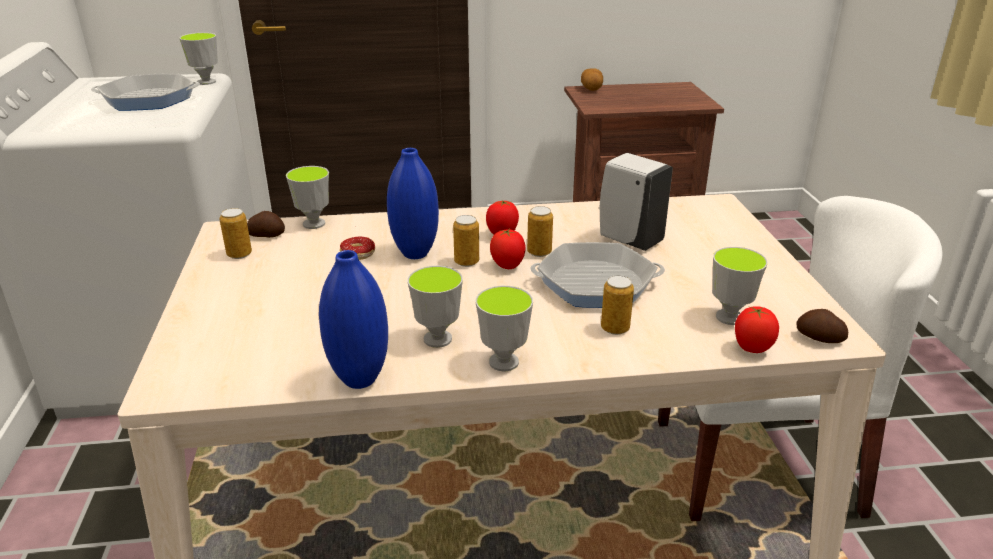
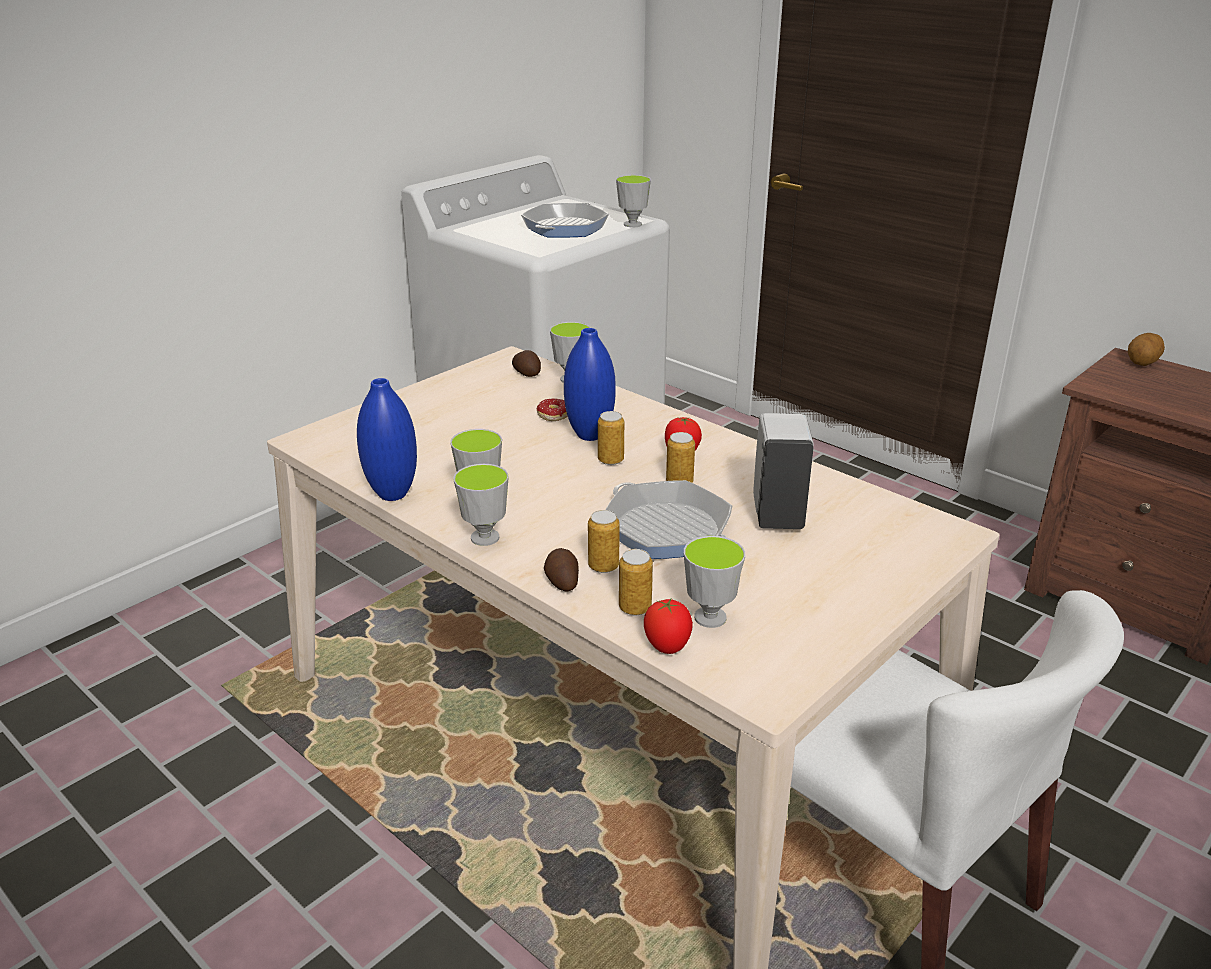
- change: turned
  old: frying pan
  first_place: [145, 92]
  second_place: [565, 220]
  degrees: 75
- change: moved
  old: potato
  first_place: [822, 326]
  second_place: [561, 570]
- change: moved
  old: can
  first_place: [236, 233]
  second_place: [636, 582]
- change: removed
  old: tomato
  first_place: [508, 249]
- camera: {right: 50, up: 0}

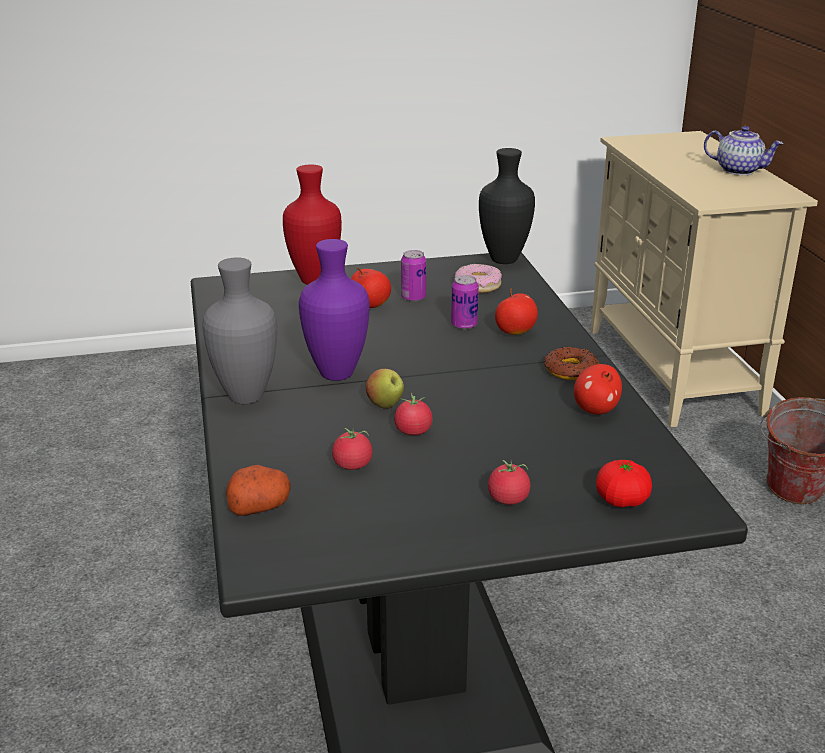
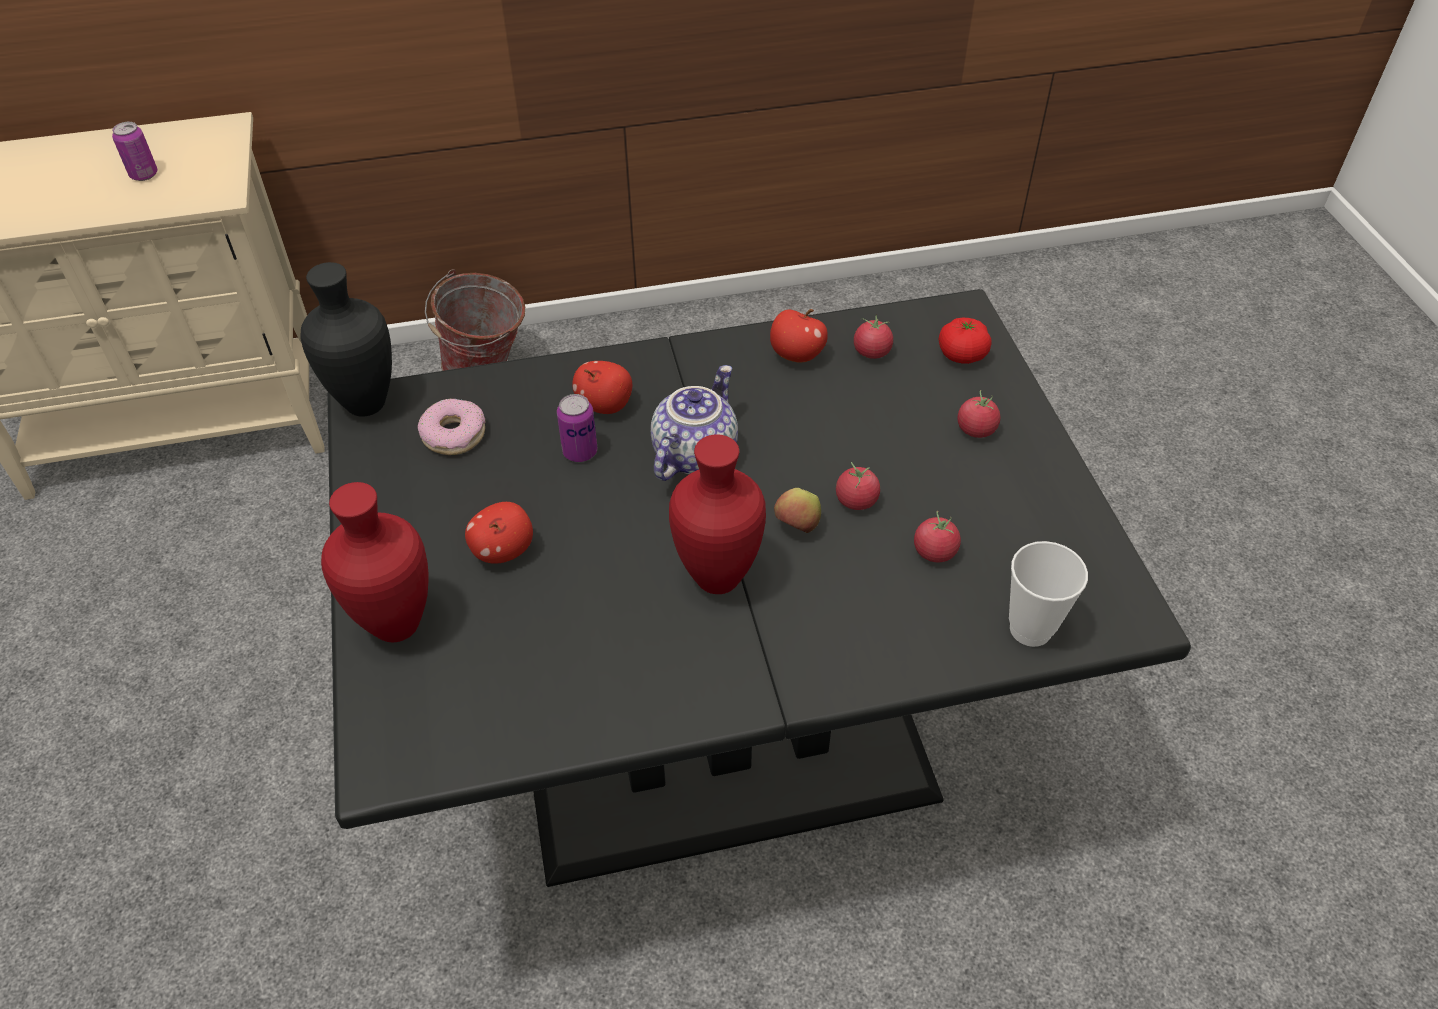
- change: moved
  old: can
  first_place: [413, 276]
  second_place: [135, 151]
- change: moved
  old: teapot
  first_place: [744, 150]
  second_place: [694, 423]
- change: recoloured
  old: vase/purple
  new: vase/red
  first_place: [334, 310]
  second_place: [717, 514]
- change: added
  new: tomato
  second_place: [873, 336]
- change: replaced
  old: potato
  new: cup
  first_place: [258, 490]
  second_place: [1048, 594]
- change: removed
  old: vase/grey
  first_place: [239, 330]
- change: removed
  old: donut
  first_place: [571, 363]
- camera: {right: -90, up: 20}

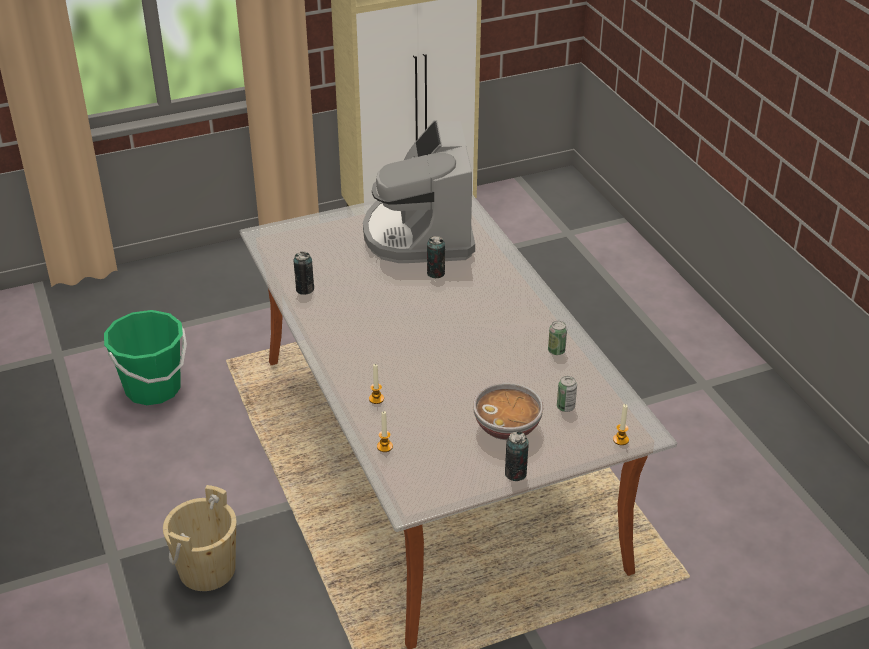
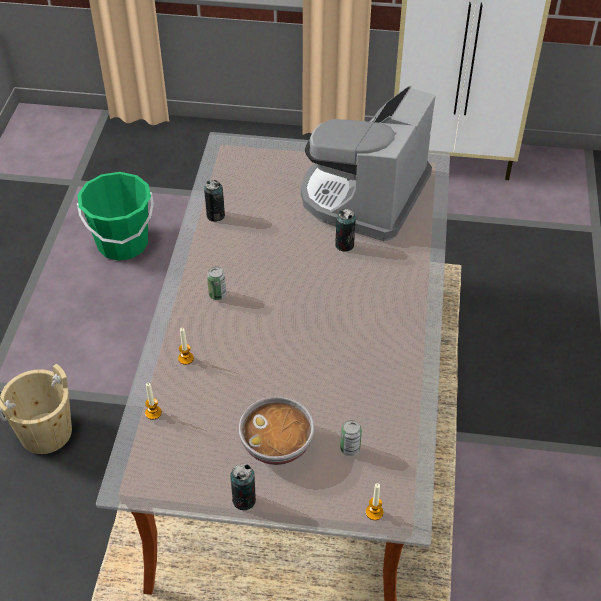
- change: moved
  old: can
  first_place: [557, 338]
  second_place: [217, 283]
- camera: {right: 30, up: 10}

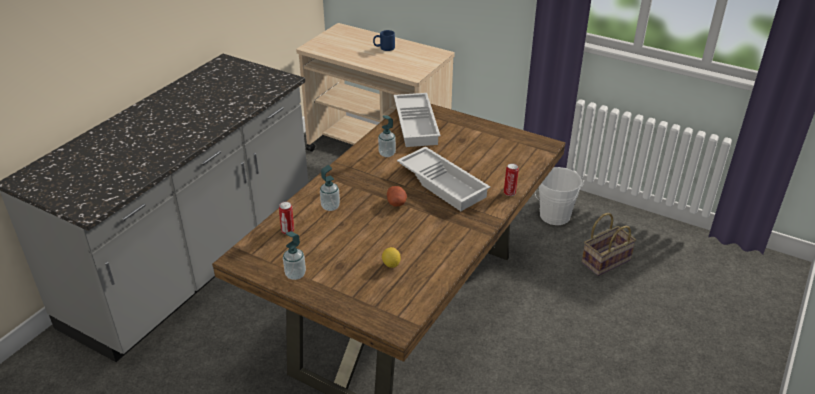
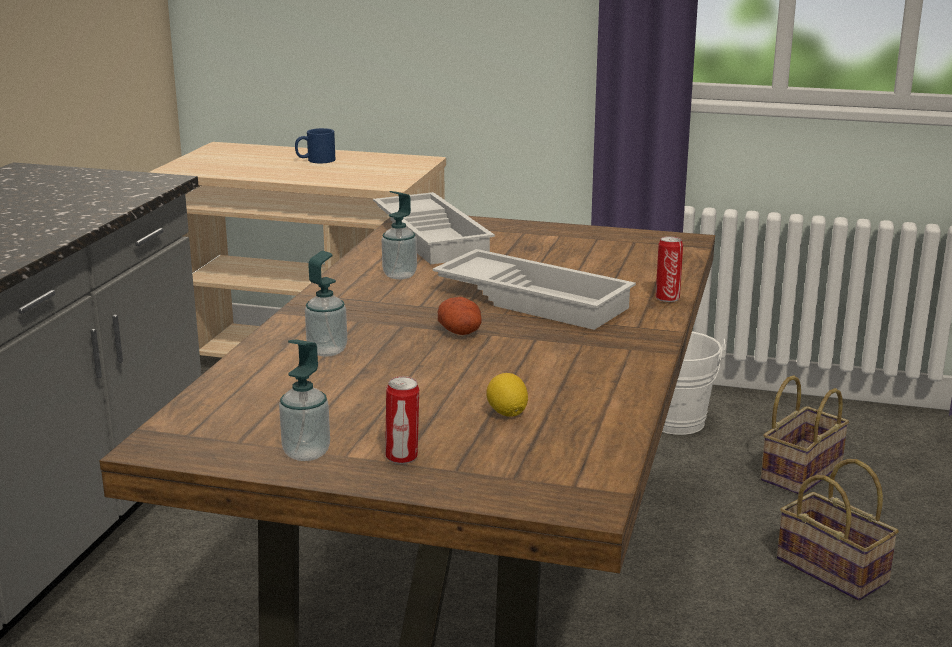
- change: moved
  old: can
  first_place: [286, 218]
  second_place: [402, 420]
- change: added
  new: basket
  second_place: [838, 530]
- camera: {right: -15, up: -15}

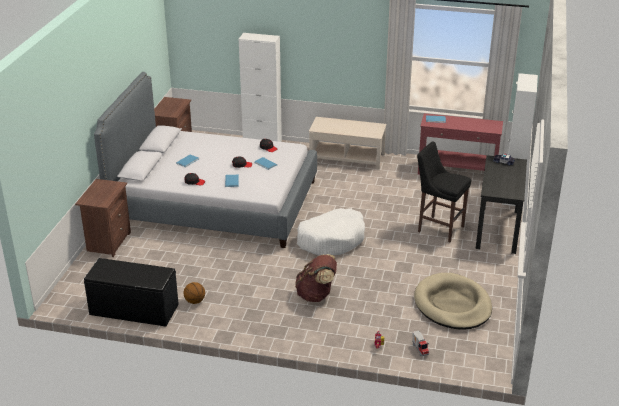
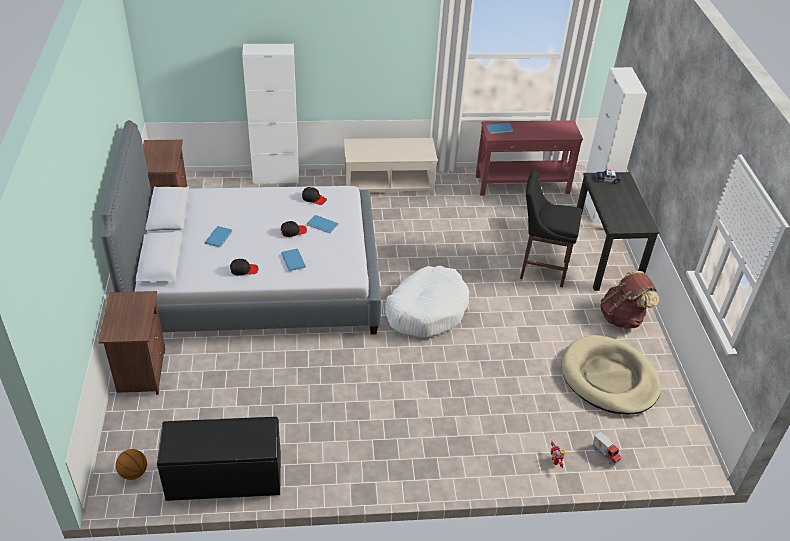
- change: moved
  old: basketball
  first_place: [194, 293]
  second_place: [131, 464]
- change: moved
  old: backpack/brown
  first_place: [316, 278]
  second_place: [629, 300]
- camera: {right: -20, up: 10}

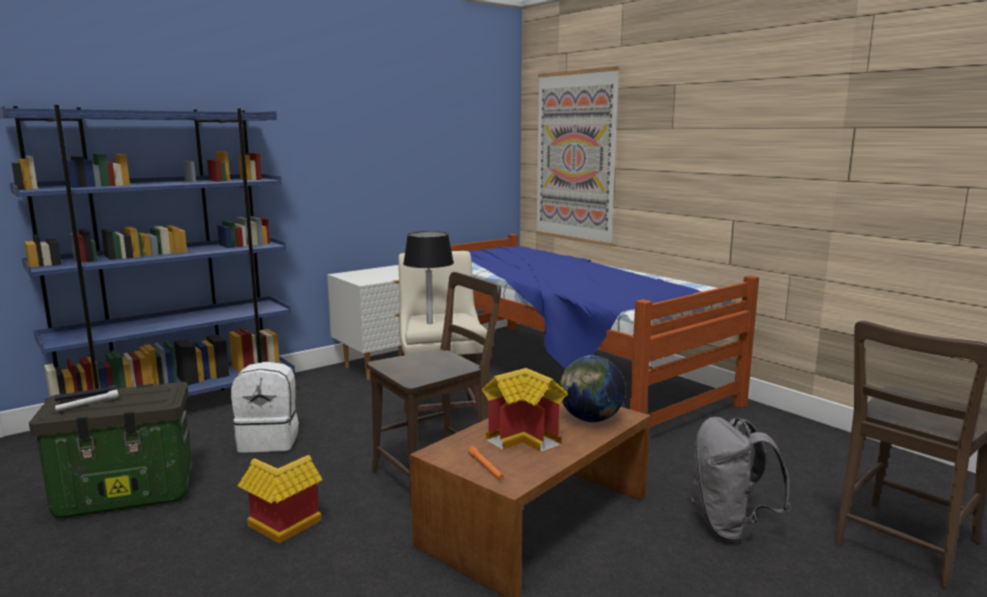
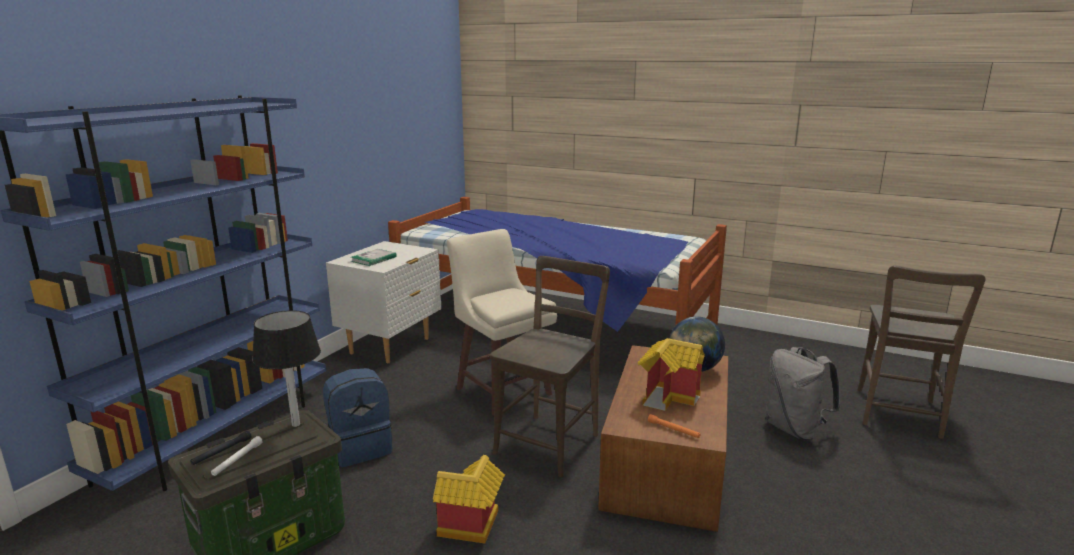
- change: moved
  old: table lamp/black
  first_place: [428, 277]
  second_place: [286, 368]
- change: recoloured
  old: backpack/white
  new: backpack/blue
  first_place: [265, 407]
  second_place: [357, 417]
- change: added
  new: book
  second_place: [374, 257]
- change: removed
  old: picture
  first_place: [578, 156]
- camera: {right: -25, up: 5}

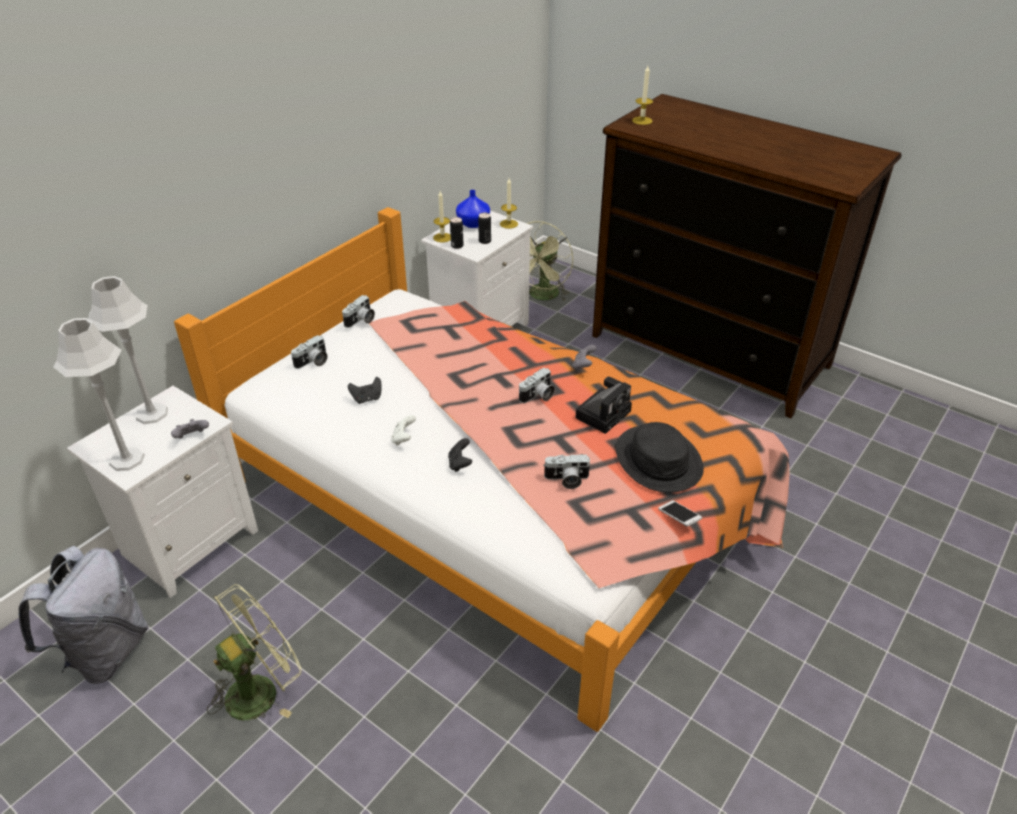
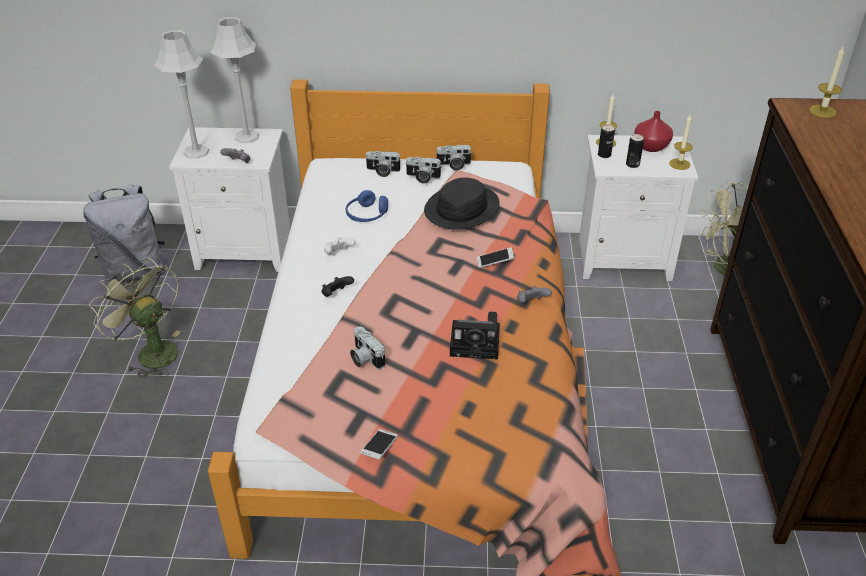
- change: turned
  old: fan/green
  first_place: [254, 652]
  second_place: [134, 317]
  degrees: -150
- change: replaced
  old: game controller/black
  new: headphones/blue
  first_place: [365, 390]
  second_place: [367, 206]
- change: moved
  old: photo camera
  first_place: [537, 385]
  second_place: [424, 170]
- change: moved
  old: hat/black
  first_place: [660, 457]
  second_place: [462, 204]
- change: added
  new: phone
  second_place: [495, 257]
- change: recoloured
  old: vase/blue
  new: vase/red
  first_place: [473, 209]
  second_place: [653, 131]
- camera: {right: 55, up: 0}

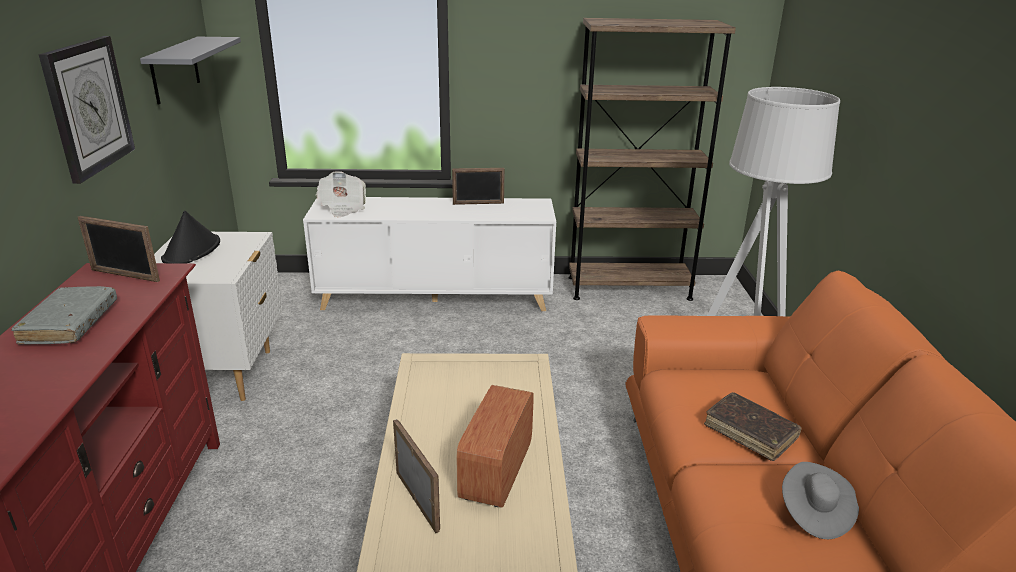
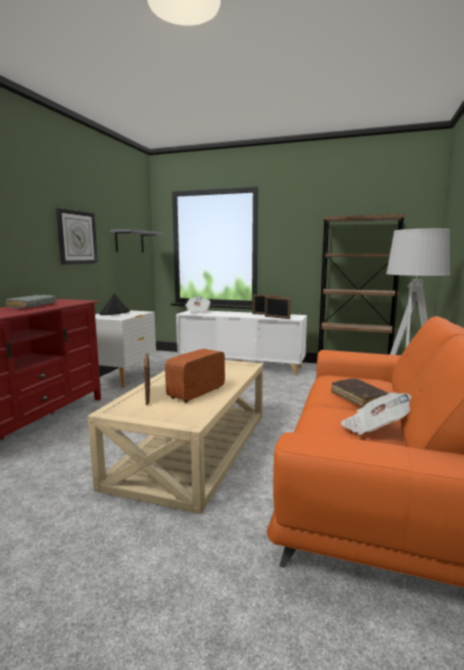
- change: moved
  old: picture frame
  first_place: [119, 249]
  second_place: [278, 307]
- change: replaced
  old: hat/grey
  new: newspaper
  first_place: [820, 500]
  second_place: [376, 413]
- camera: {right: 20, up: -15}

